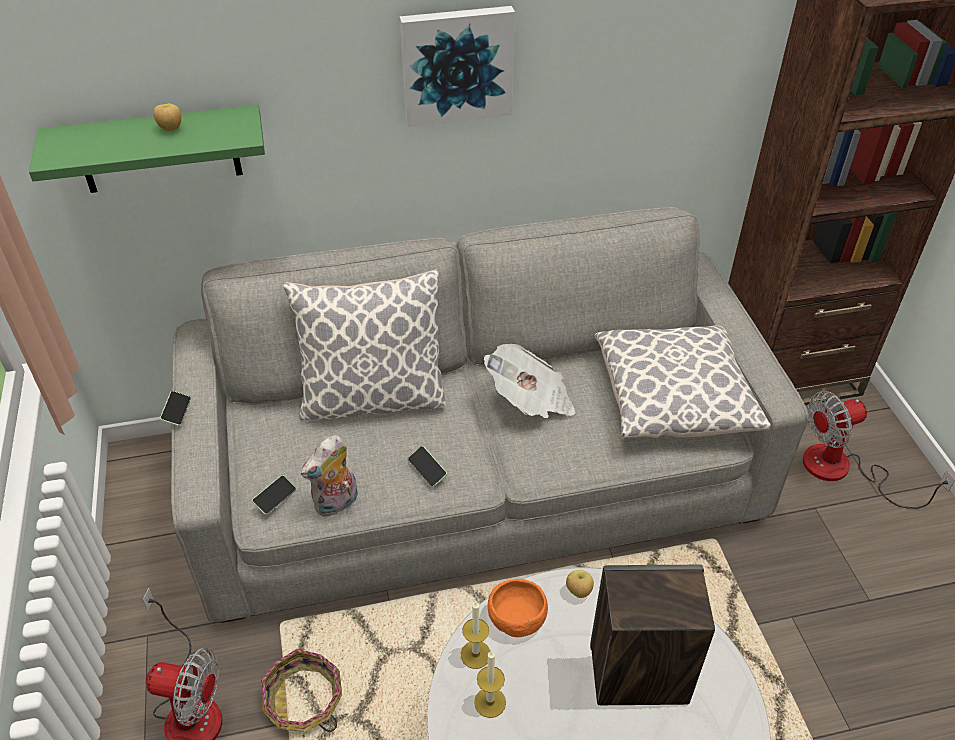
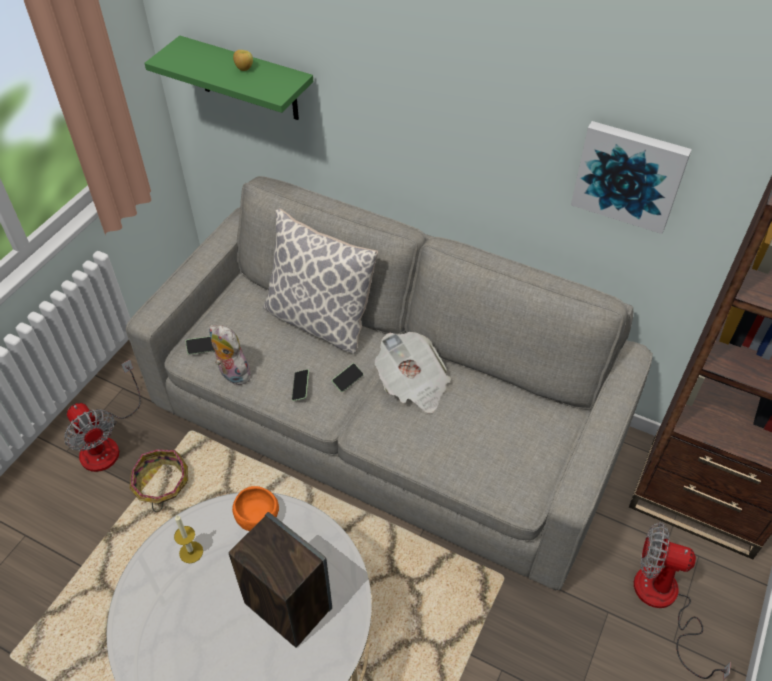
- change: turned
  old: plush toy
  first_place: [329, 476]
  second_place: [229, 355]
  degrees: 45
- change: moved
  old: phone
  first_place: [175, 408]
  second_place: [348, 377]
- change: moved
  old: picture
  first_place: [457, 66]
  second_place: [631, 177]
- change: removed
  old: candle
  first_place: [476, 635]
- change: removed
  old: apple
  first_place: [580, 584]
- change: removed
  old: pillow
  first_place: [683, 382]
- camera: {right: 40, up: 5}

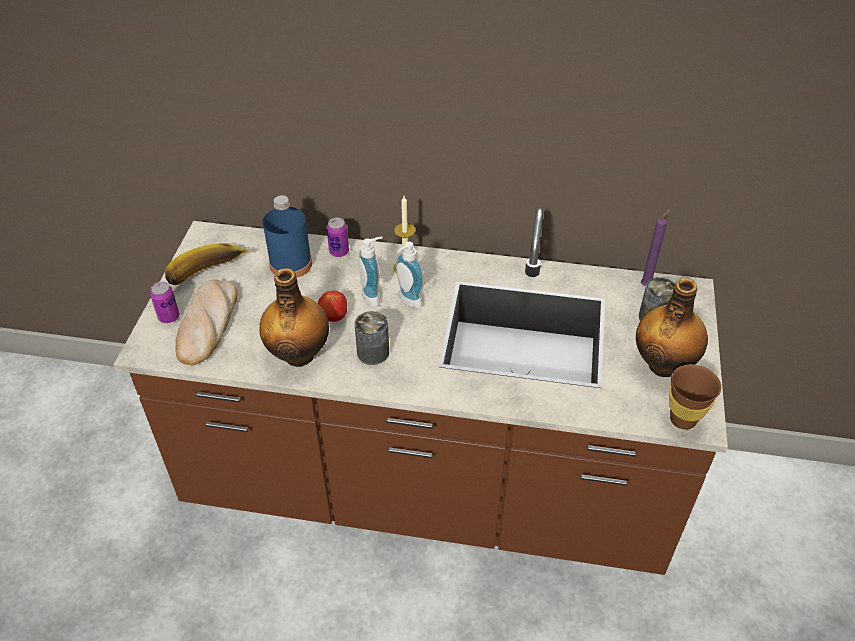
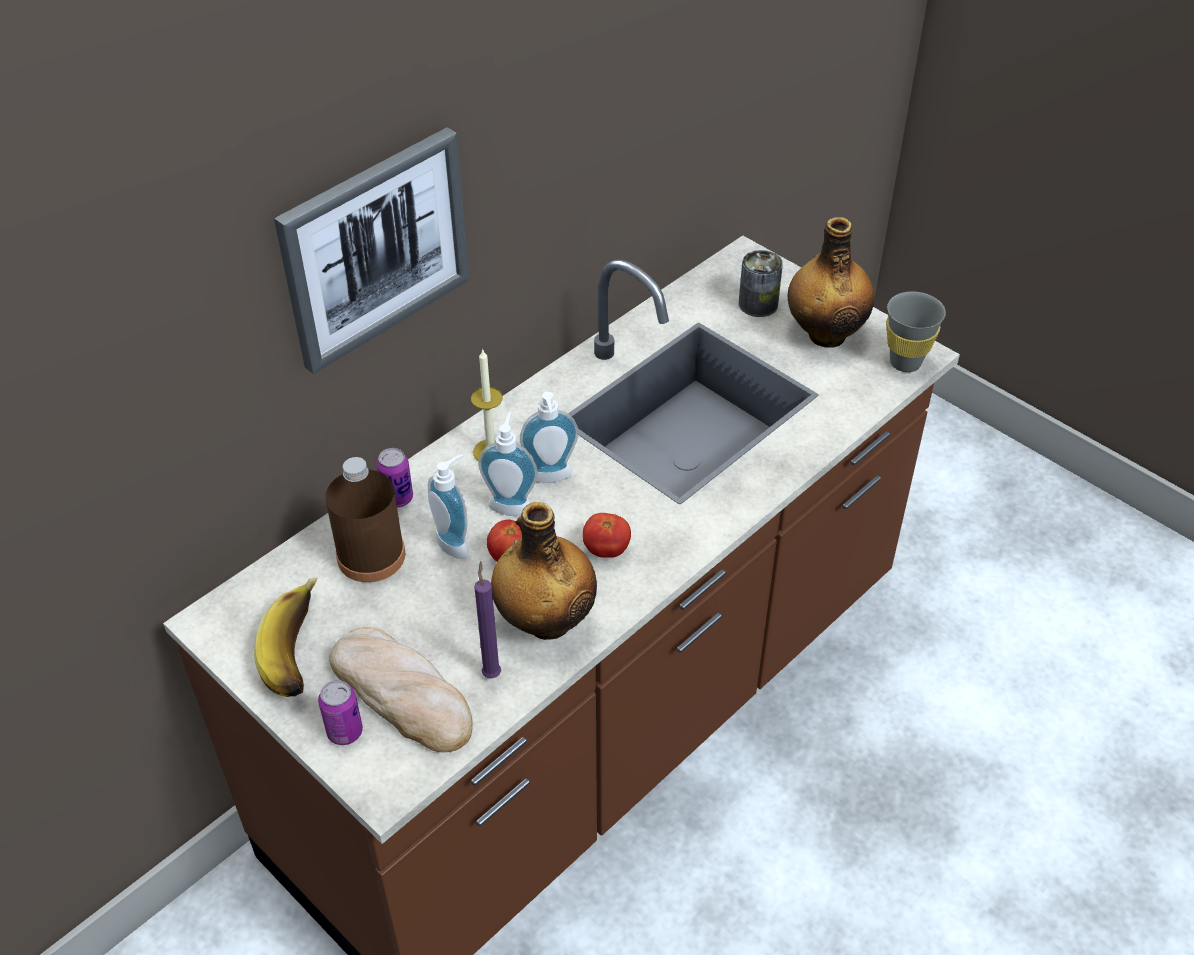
- change: added
  new: picture
  second_place: [371, 250]
- change: recoloured
  old: bottle/blue
  new: bottle/brown
  first_place: [287, 236]
  second_place: [365, 519]
- change: added
  new: soap dispenser
  second_place: [448, 506]
- change: moved
  old: candle/purple
  first_place: [656, 247]
  second_place: [487, 619]
- change: replaced
  old: can
  new: tomato
  first_place: [371, 338]
  second_place: [606, 535]
- change: recoloured
  old: cup/brown
  new: cup/grey
  first_place: [695, 397]
  second_place: [916, 331]
- camera: {right: -55, up: 0}

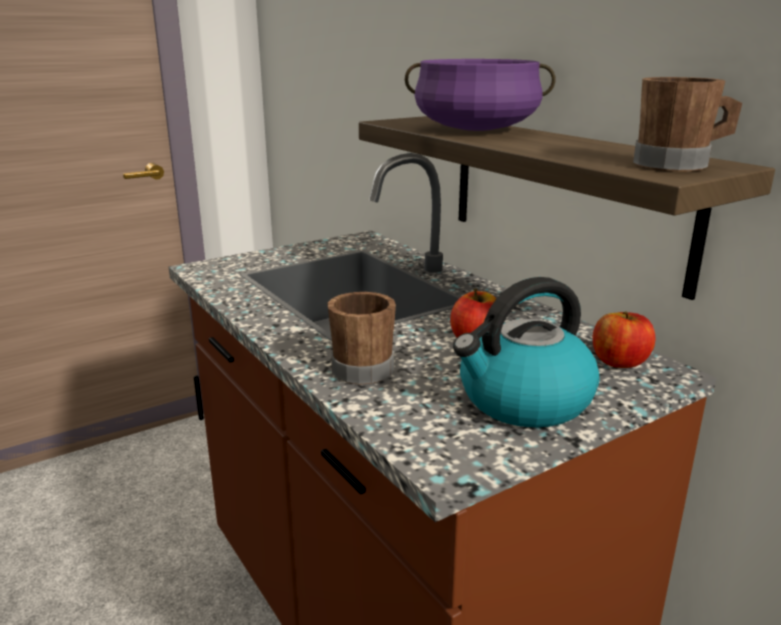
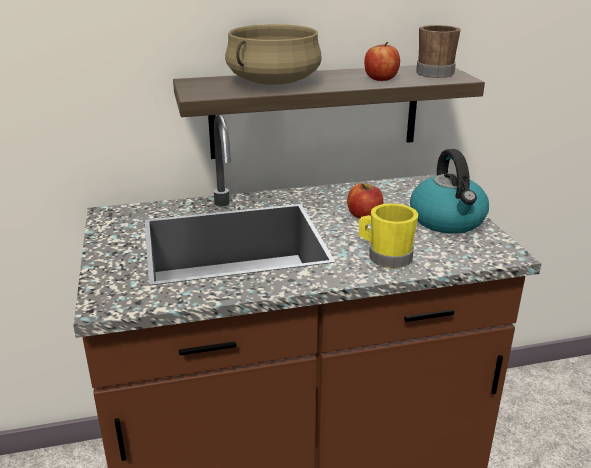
- change: recoloured
  old: cooking pot/purple
  new: cooking pot/beige
  first_place: [480, 95]
  second_place: [273, 54]
- change: recoloured
  old: mug/brown
  new: mug/yellow
  first_place: [362, 338]
  second_place: [388, 235]
- change: moved
  old: apple
  first_place: [623, 339]
  second_place: [382, 61]
- camera: {right: -70, up: 5}

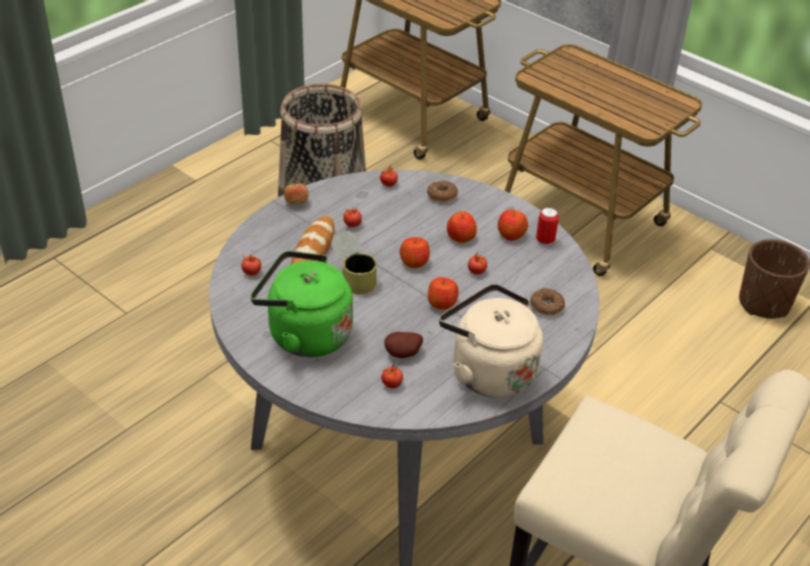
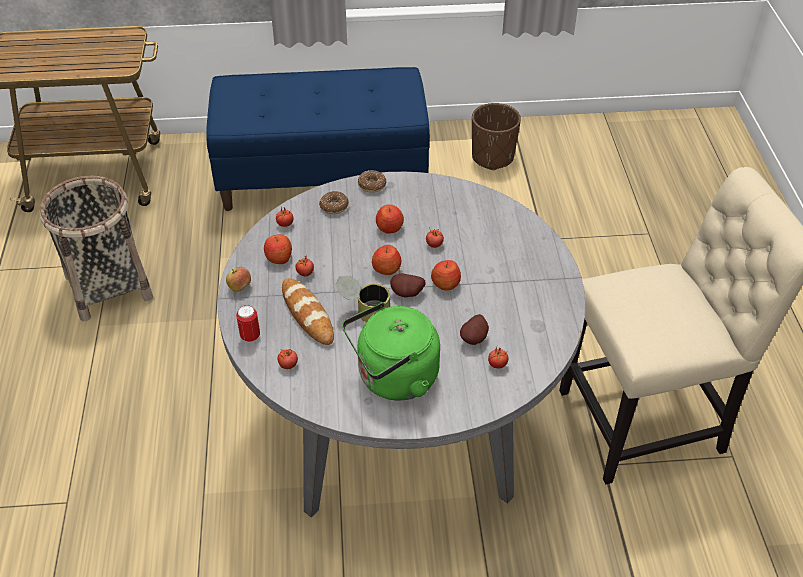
- change: replaced
  old: cart
  new: bench/blue
  first_place: [603, 160]
  second_place: [318, 139]
- change: moved
  old: can
  first_place: [547, 226]
  second_place: [248, 324]
- change: moved
  old: apple
  first_place: [513, 225]
  second_place: [278, 249]
- change: moved
  old: donut
  first_place: [547, 302]
  second_place: [372, 181]
- change: added
  new: potato
  second_place: [408, 285]
- change: removed
  old: kettle/beige
  first_place: [491, 341]
- camera: {right: -45, up: 5}

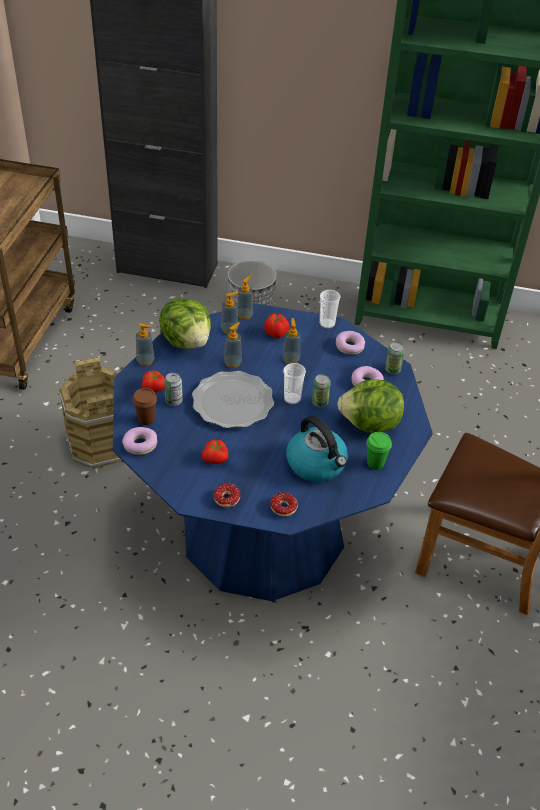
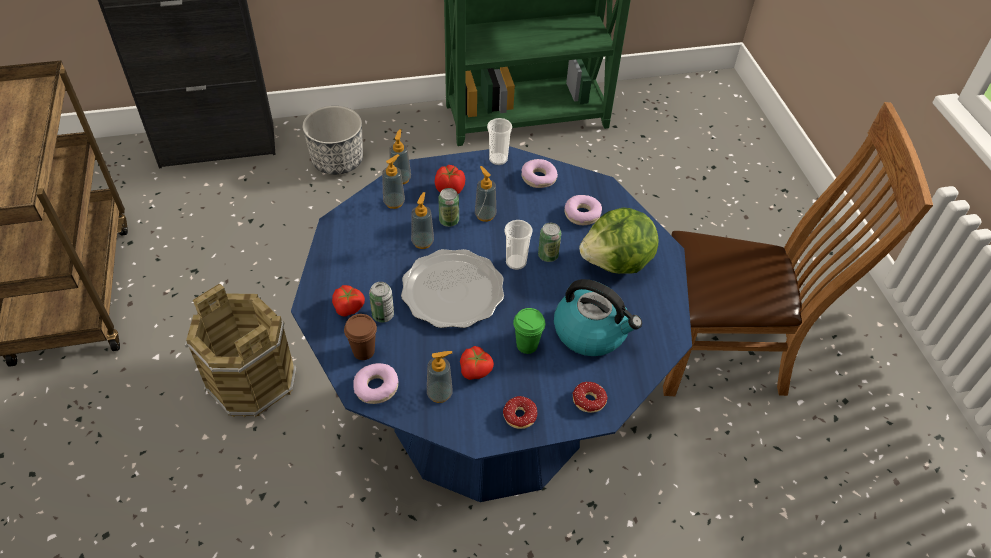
- change: moved
  old: soap dispenser
  first_place: [145, 344]
  second_place: [440, 377]
- change: moved
  old: can
  first_place: [395, 358]
  second_place: [448, 207]
- change: moved
  old: cup/green
  first_place: [379, 451]
  second_place: [529, 331]
- change: removed
  old: lettuce
  first_place: [185, 323]
- camera: {right: -25, up: 5}

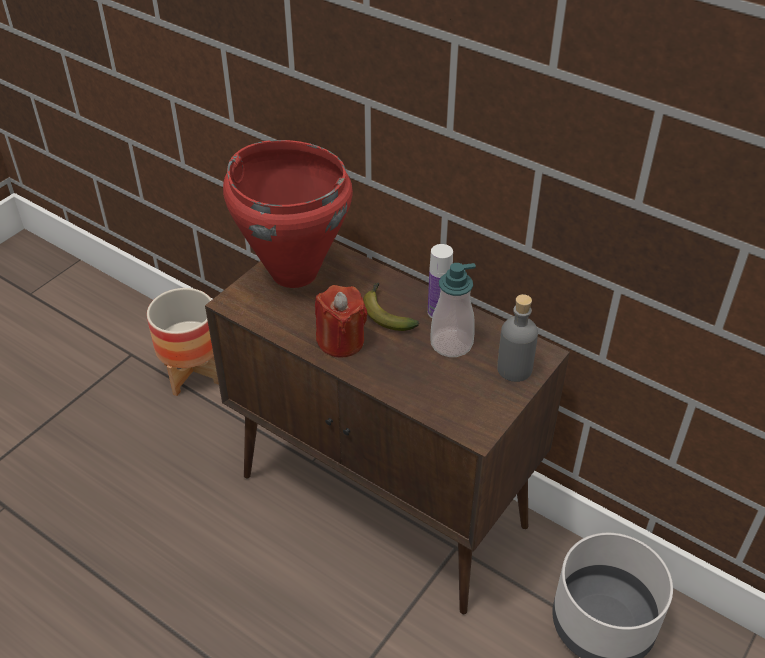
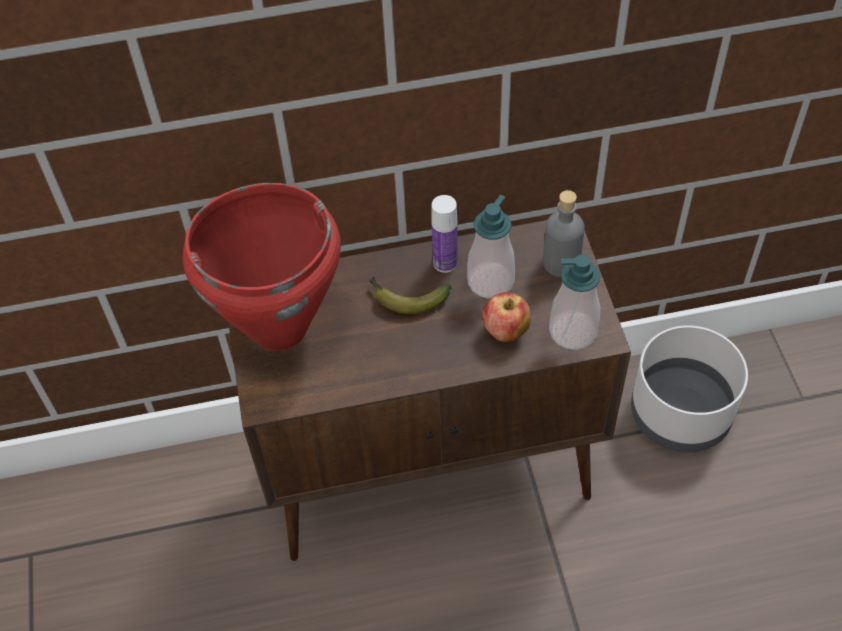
- change: added
  new: apple
  second_place: [506, 317]
- change: added
  new: soap dispenser
  second_place: [575, 302]
- change: removed
  old: planter
  first_place: [183, 342]
- change: removed
  old: candle/red
  first_place: [341, 321]
- camera: {right: -45, up: 10}

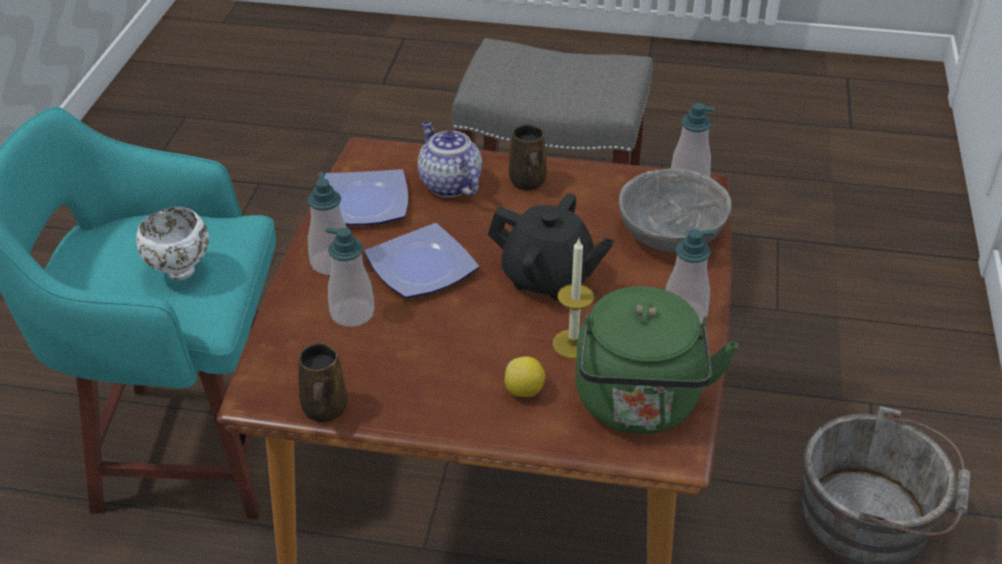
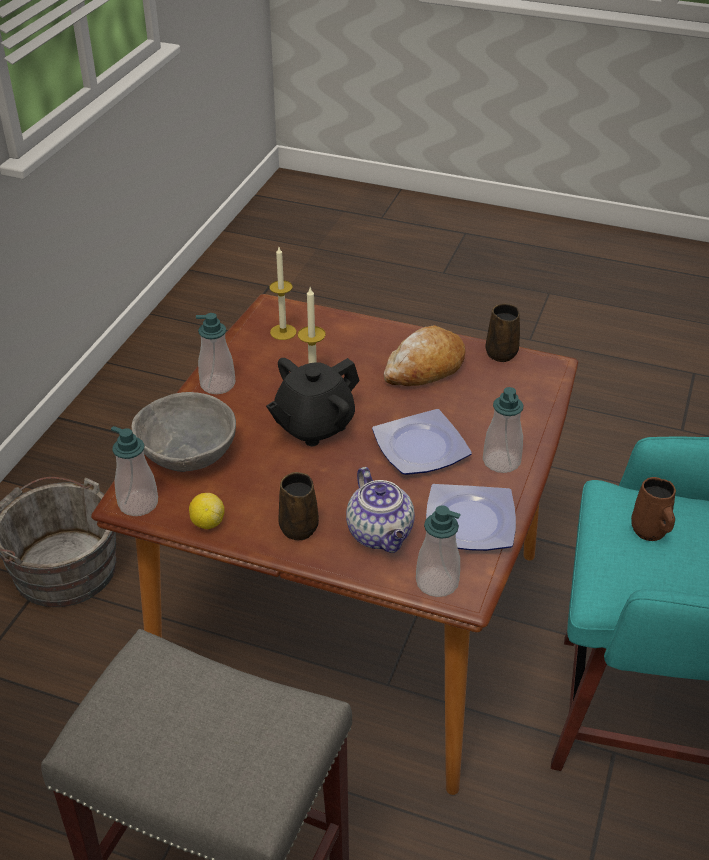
- change: moved
  old: lemon
  first_place: [525, 376]
  second_place: [207, 511]
- change: turned
  old: teapot/black
  first_place: [551, 247]
  second_place: [313, 402]
  degrees: -75
- change: replaced
  old: kettle/green
  new: candle
  first_place: [656, 360]
  second_place: [283, 293]
- change: added
  new: bread
  second_place: [424, 355]
- change: moved
  old: soap dispenser
  first_place: [350, 277]
  second_place: [438, 551]
- change: replaced
  old: bowl/white
  new: mug/brown
  first_place: [172, 243]
  second_place: [653, 509]
- camera: {right: -170, up: 0}

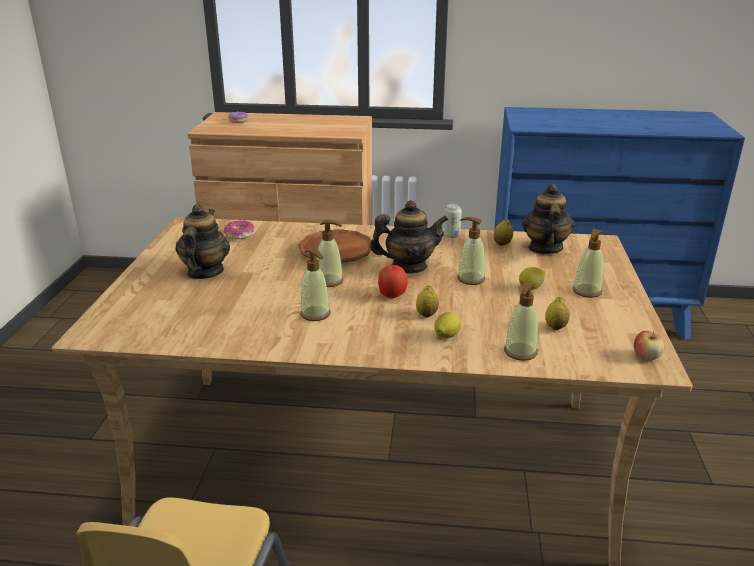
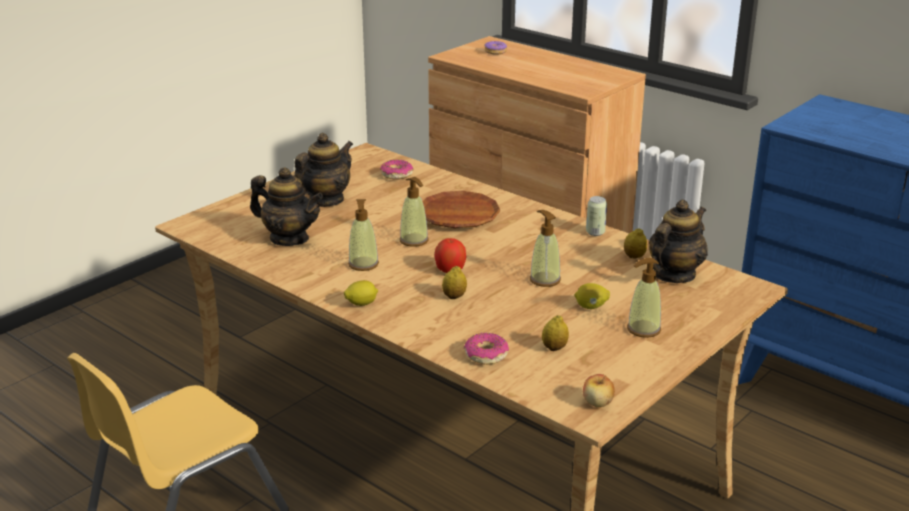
- change: moved
  old: teapot
  first_place: [409, 237]
  second_place: [286, 206]
- change: moved
  old: lemon
  first_place: [447, 325]
  second_place: [361, 293]
- change: replaced
  old: soap dispenser
  new: donut
  first_place: [521, 321]
  second_place: [486, 349]
- camera: {right: 35, up: 0}

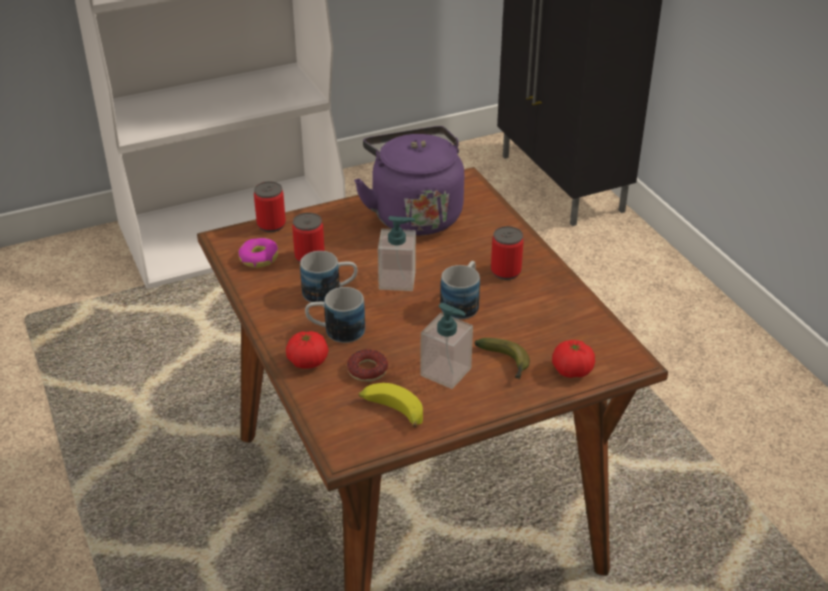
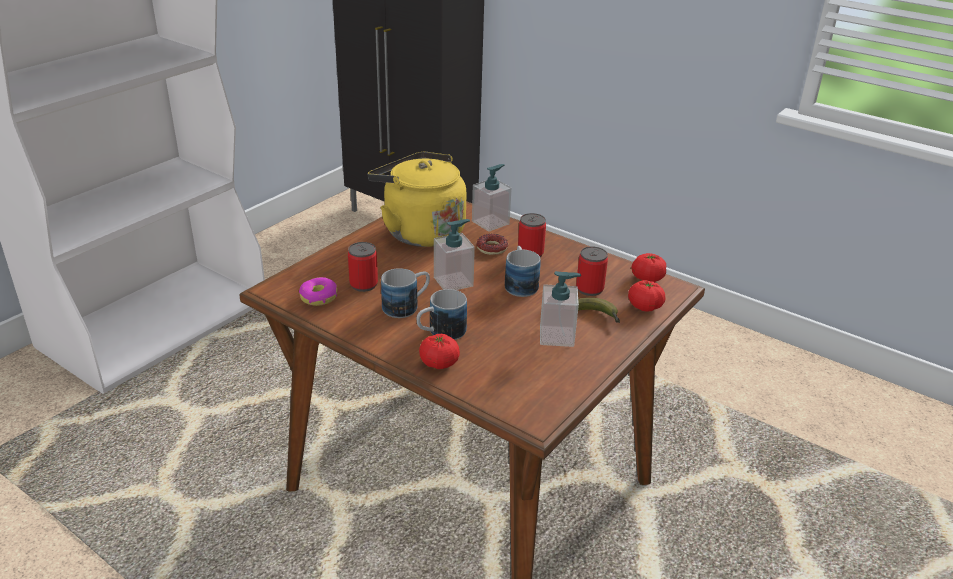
- change: recoloured
  old: kettle/purple
  new: kettle/yellow
  first_place: [409, 180]
  second_place: [417, 199]
- change: added
  new: soap dispenser
  second_place: [492, 198]
- change: moved
  old: donut
  first_place: [367, 365]
  second_place: [492, 244]
- change: moved
  old: can
  first_place: [270, 206]
  second_place: [592, 271]
- change: added
  new: tomato
  second_place: [648, 267]
- change: removed
  old: banana
  first_place: [391, 405]
- camera: {right: -30, up: -5}

